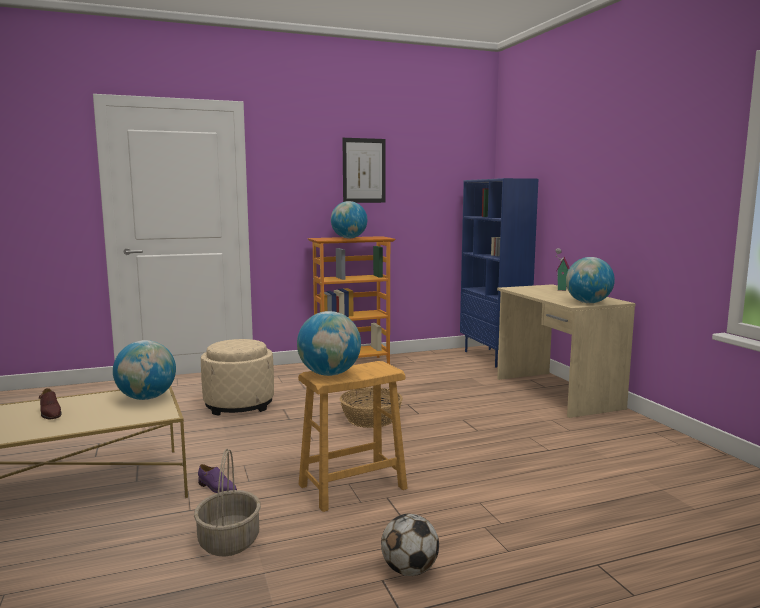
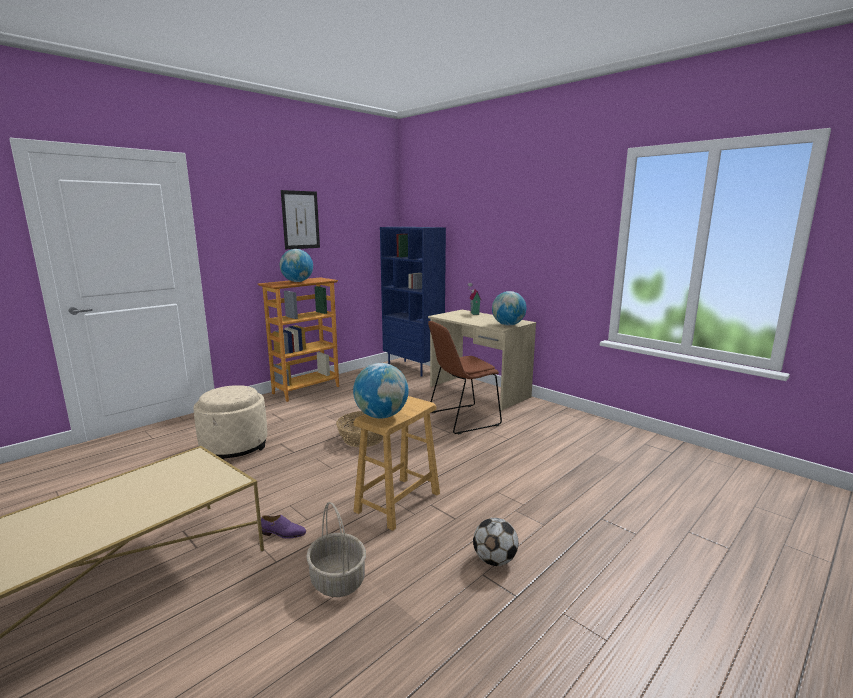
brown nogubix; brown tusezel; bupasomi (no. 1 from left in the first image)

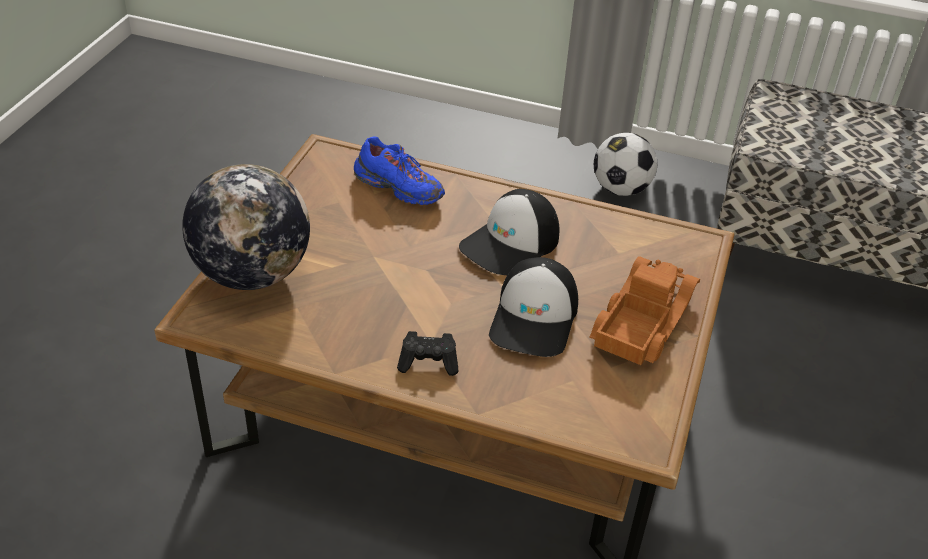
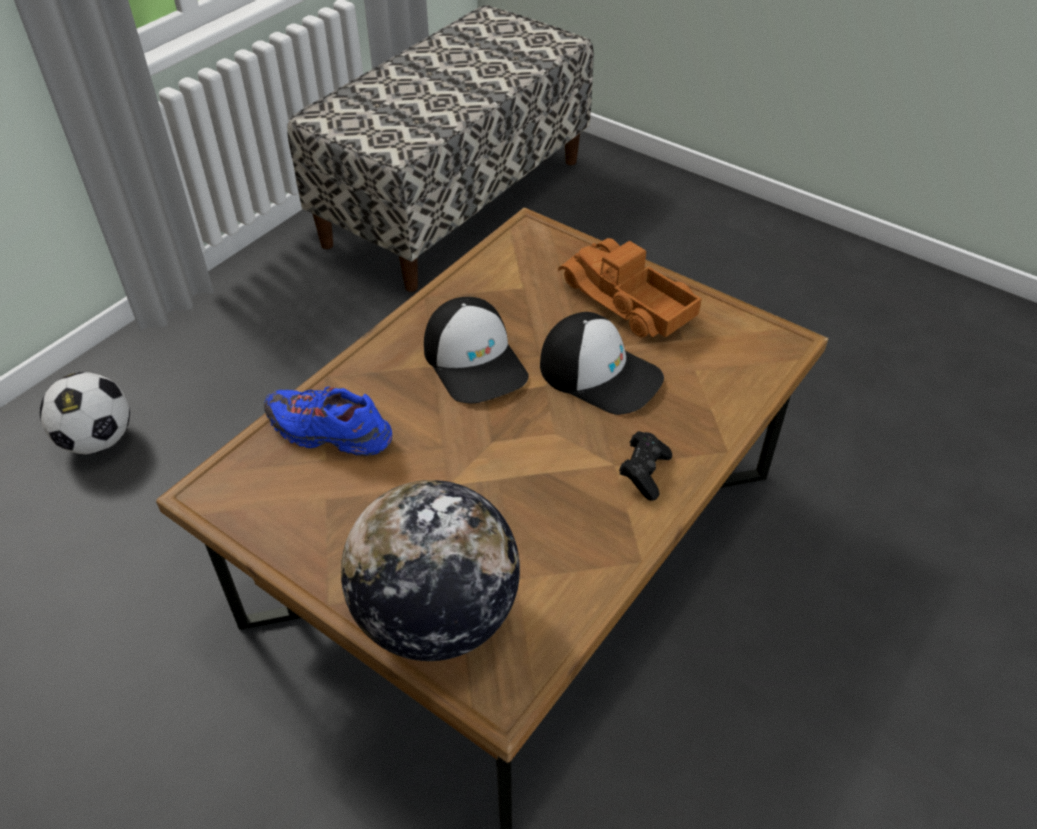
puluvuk; blue tusezel

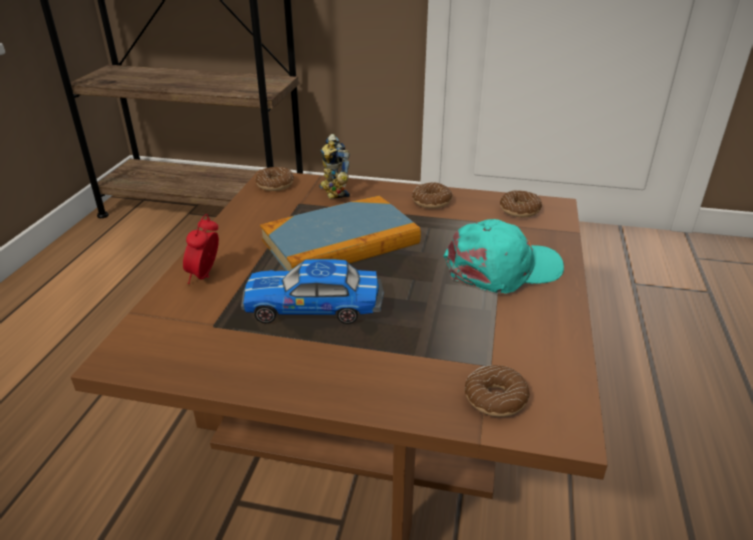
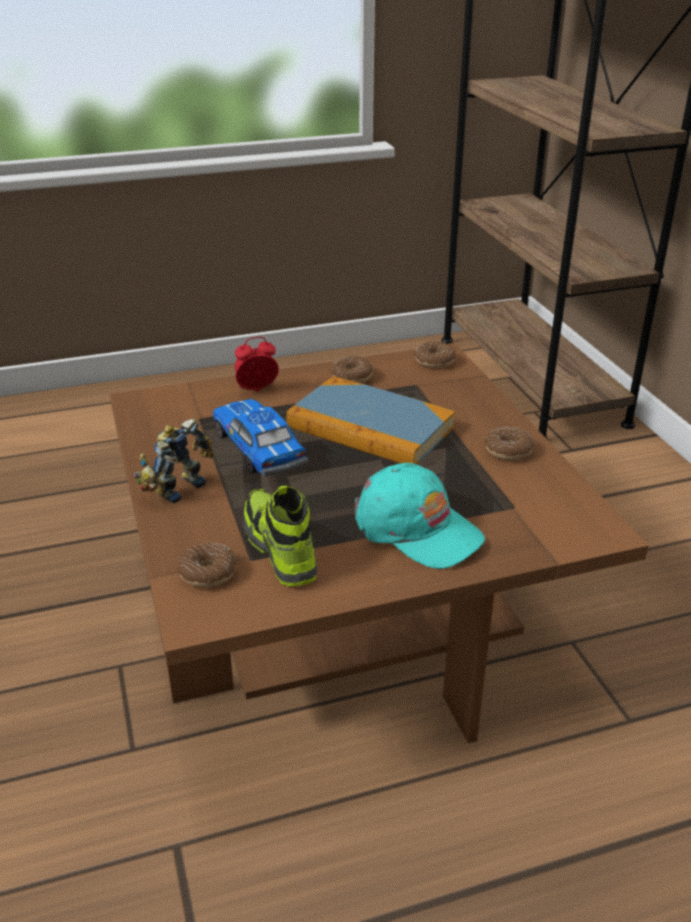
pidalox; tusezel; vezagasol (no. 2 from left)

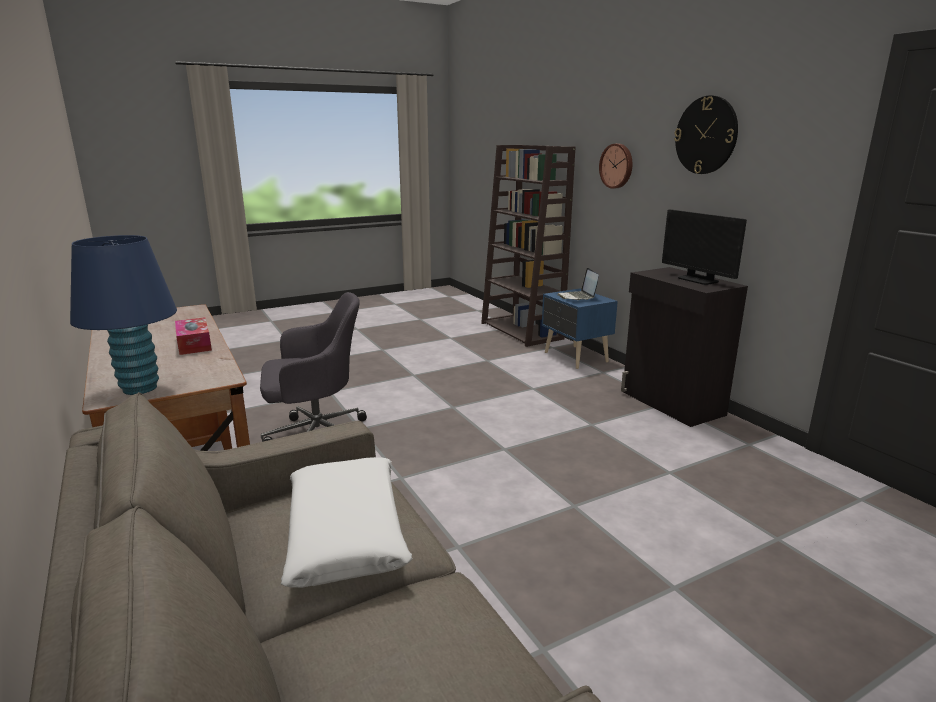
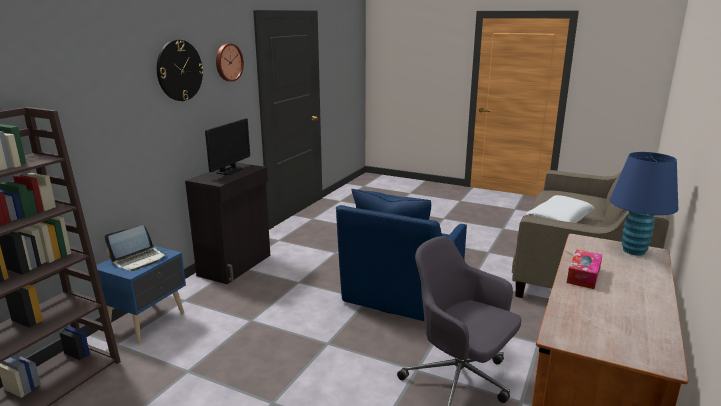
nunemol (no. 2 from left); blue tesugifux

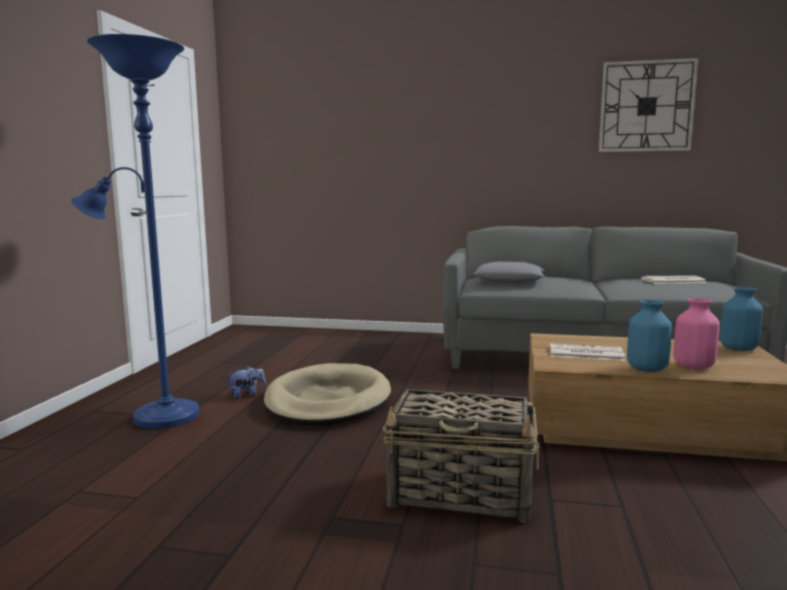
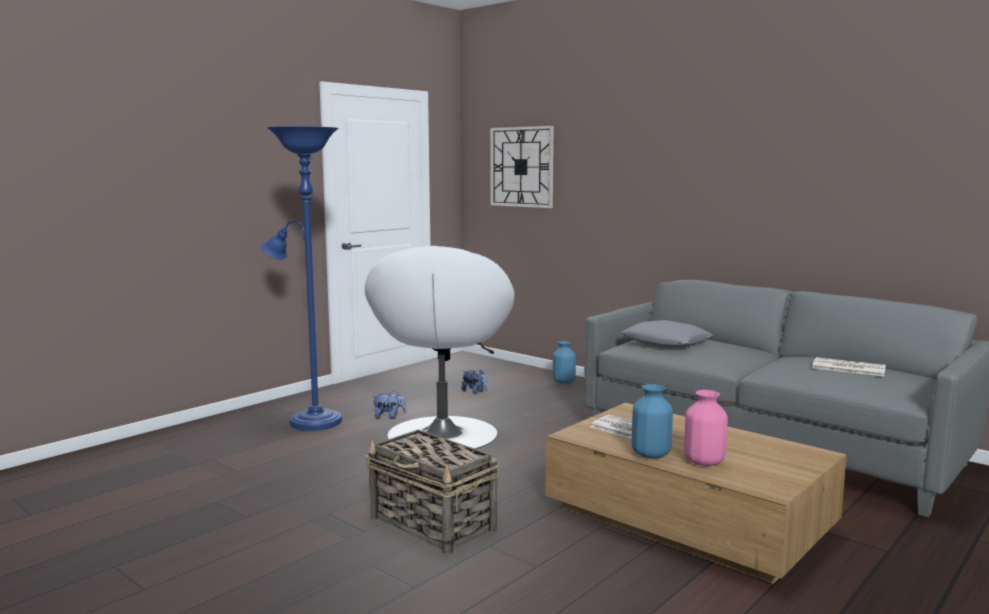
white tesugifux; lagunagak (no. 2 from left); nunemol; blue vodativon (no. 1 from left)

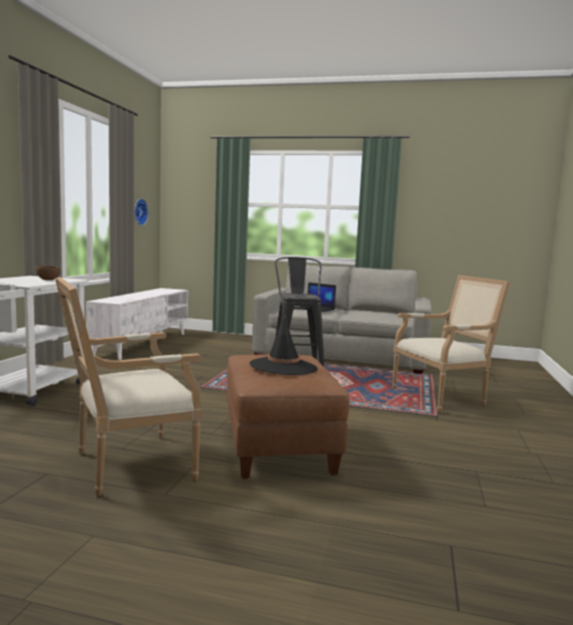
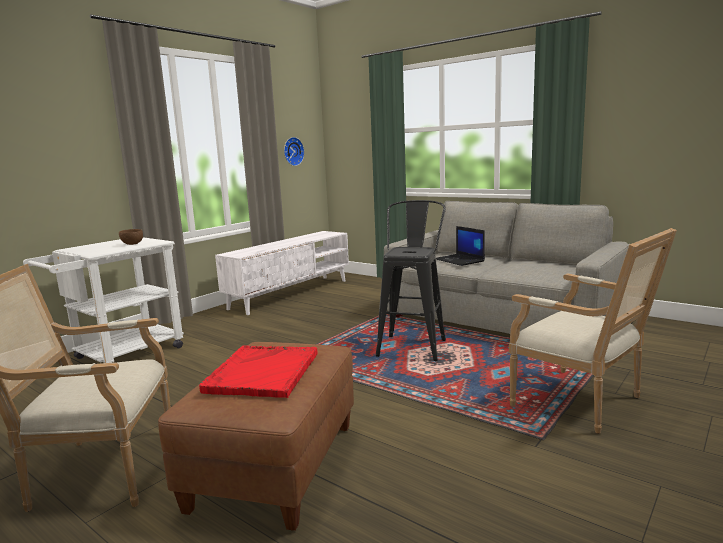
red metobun; tesugifux (no. 2 from left)

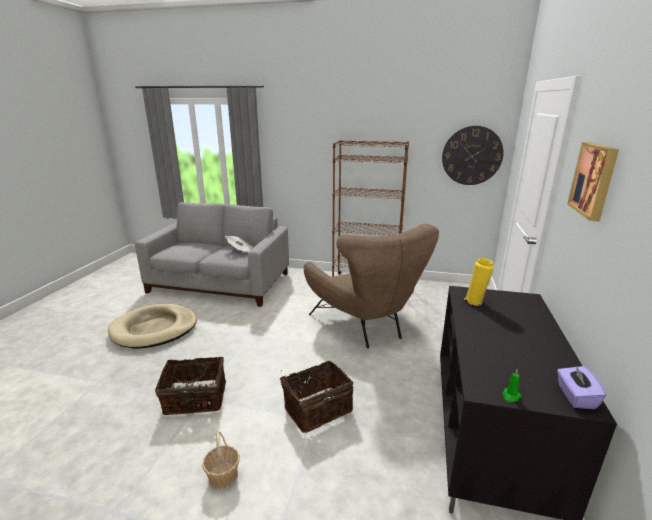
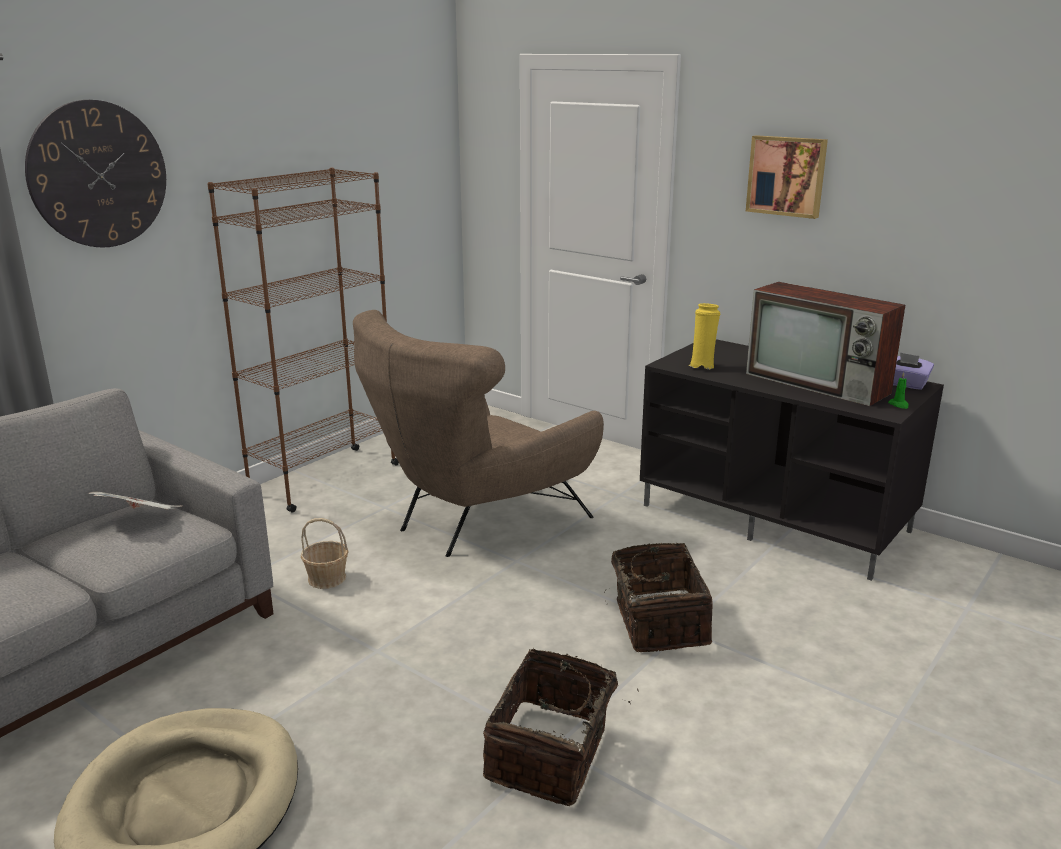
nunemol; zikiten (no. 1 from left); brown tesugifux; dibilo

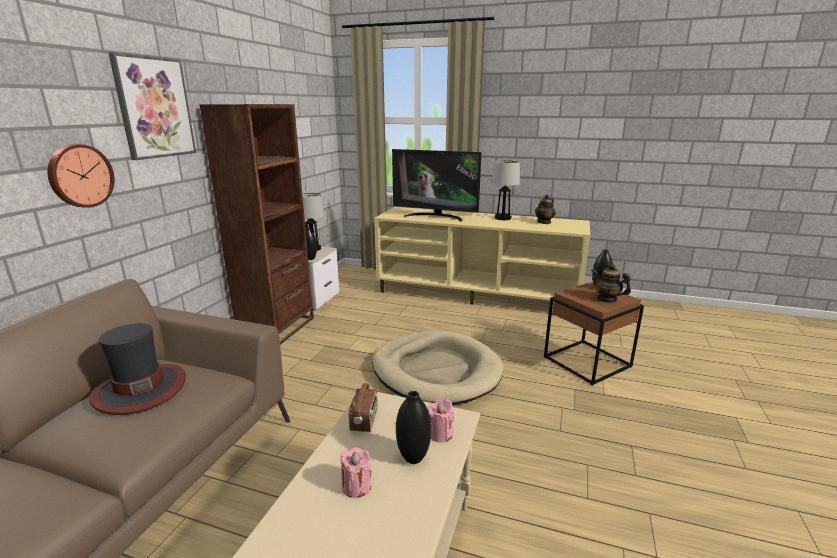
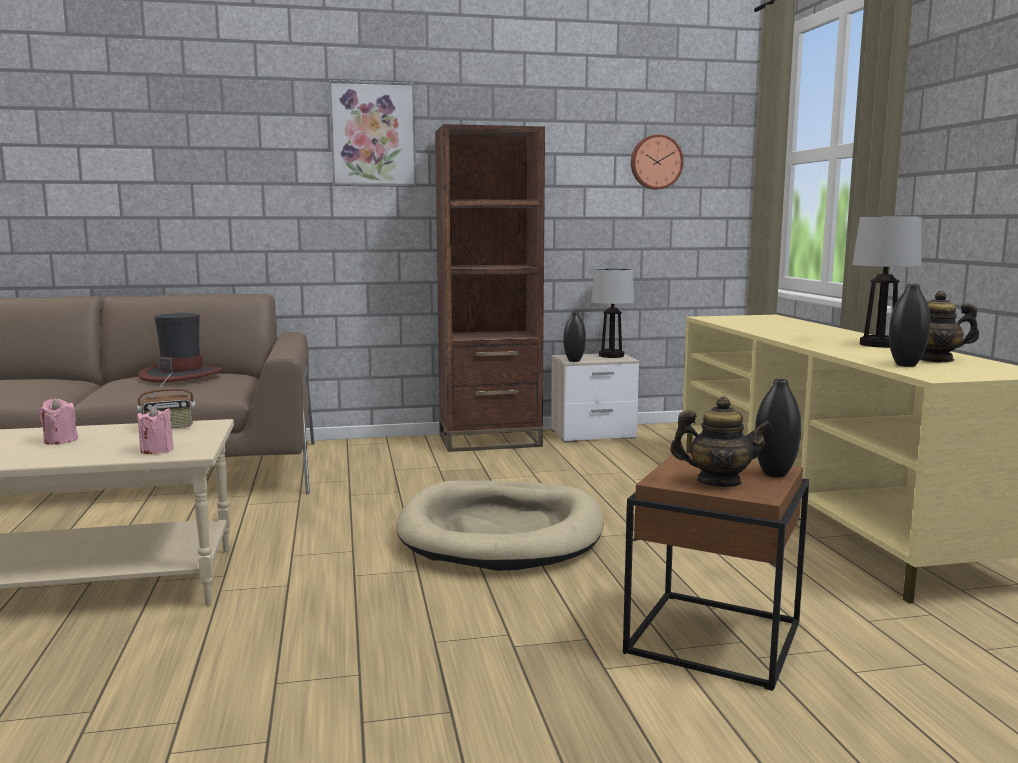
nunemol; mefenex (no. 1 from left); black vodativon (no. 3 from left); dibilo

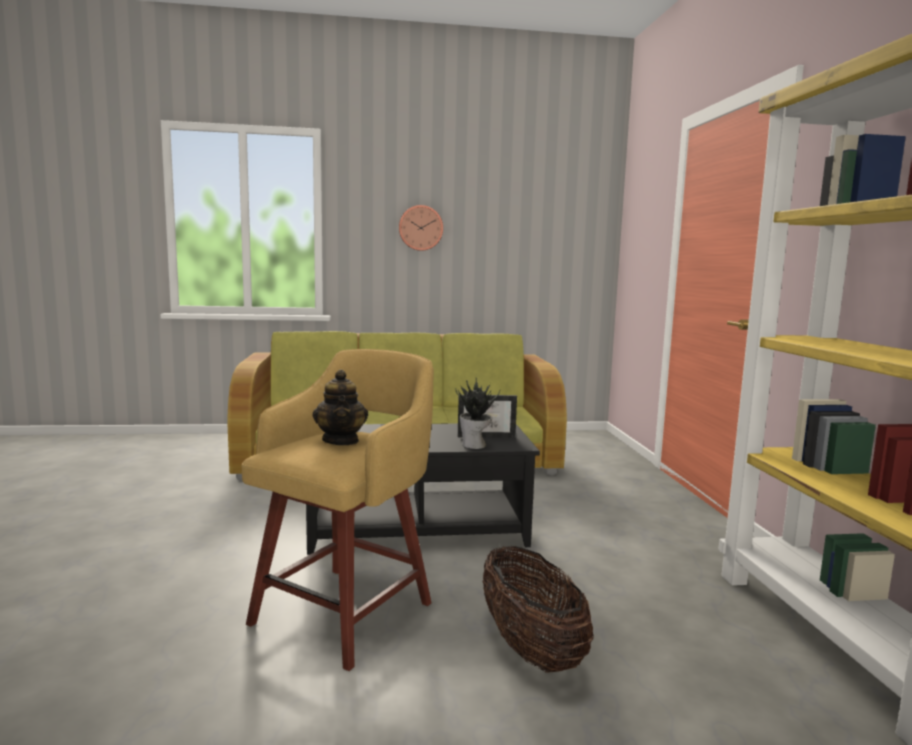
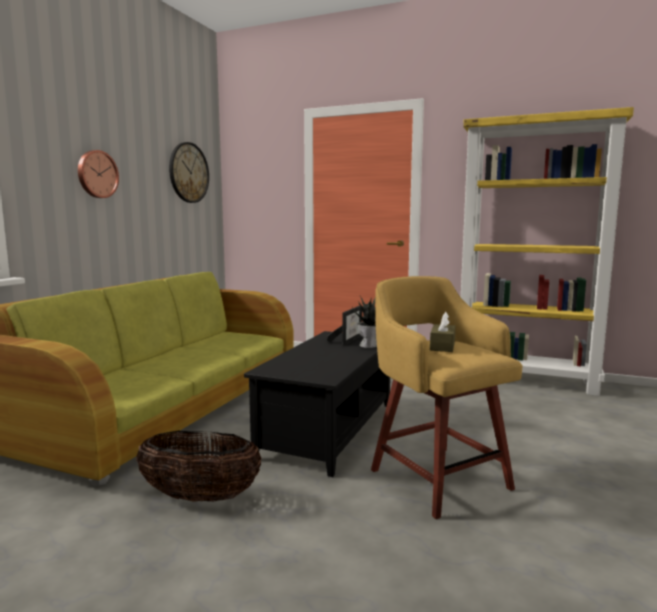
zikiten; nunemol (no. 2 from left); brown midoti

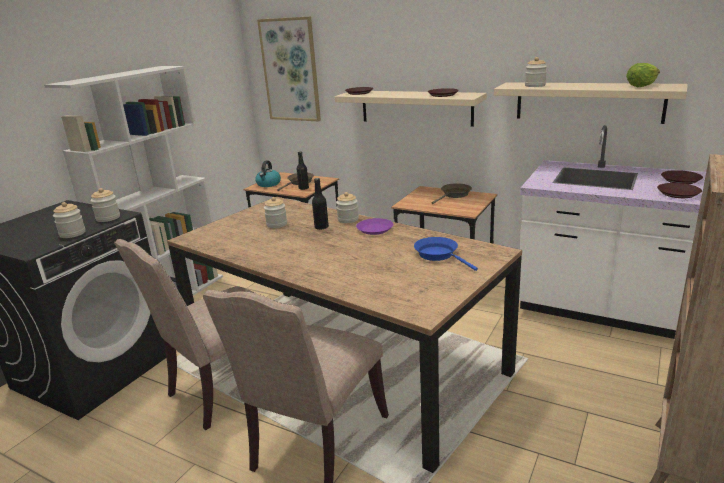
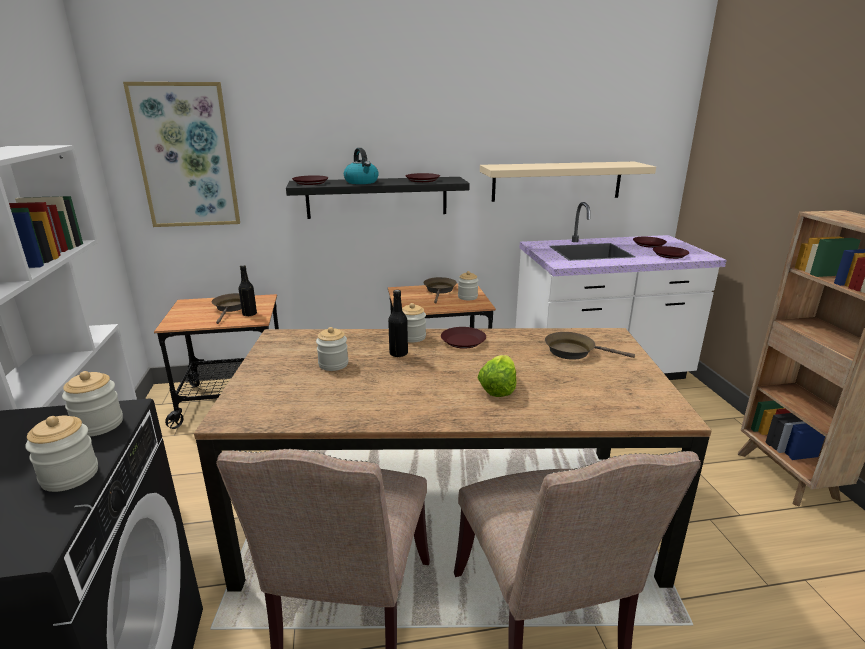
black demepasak; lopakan; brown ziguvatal (no. 3 from left); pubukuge (no. 5 from left); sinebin; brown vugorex (no. 3 from left)

